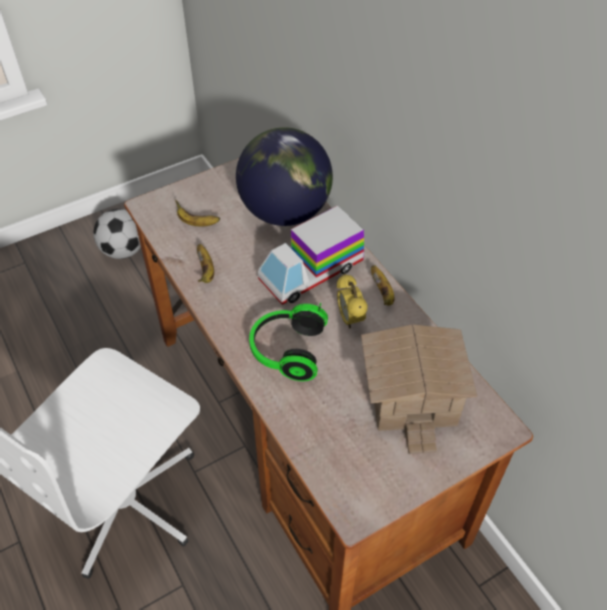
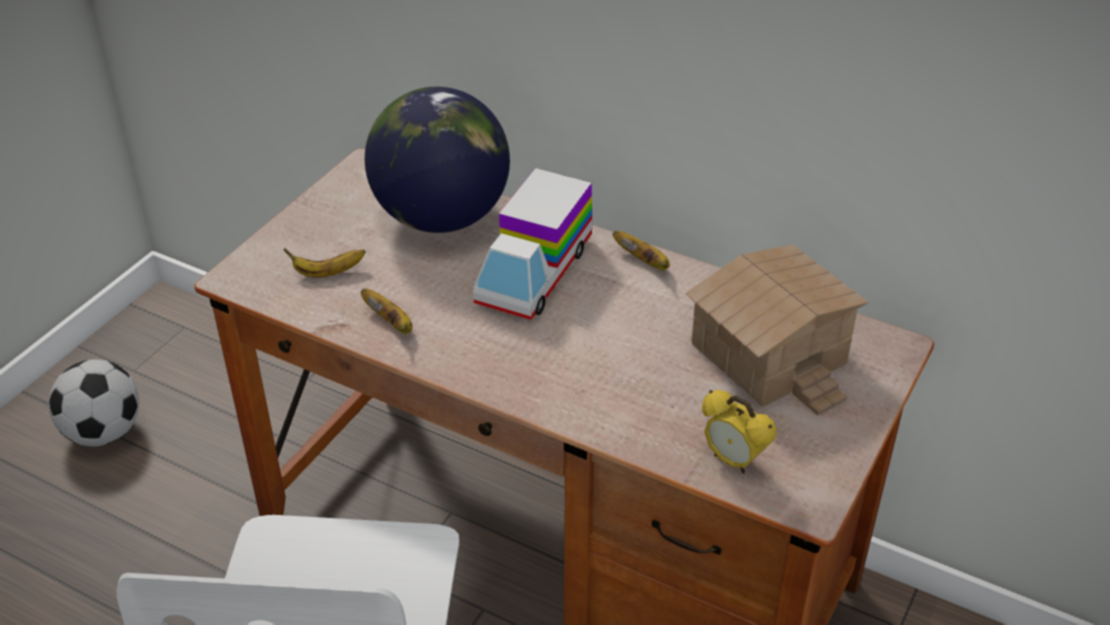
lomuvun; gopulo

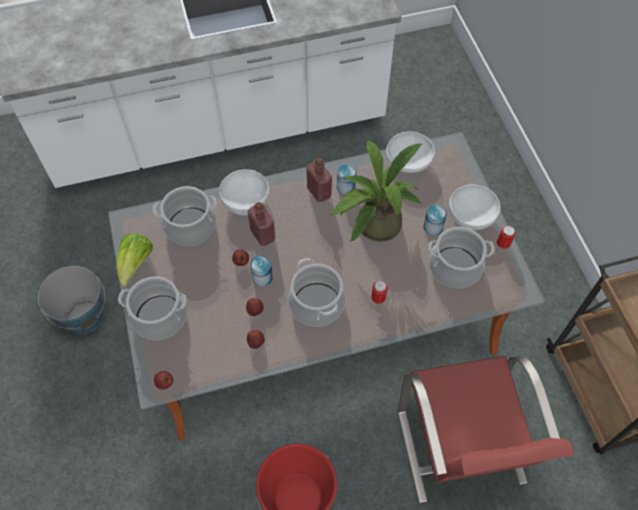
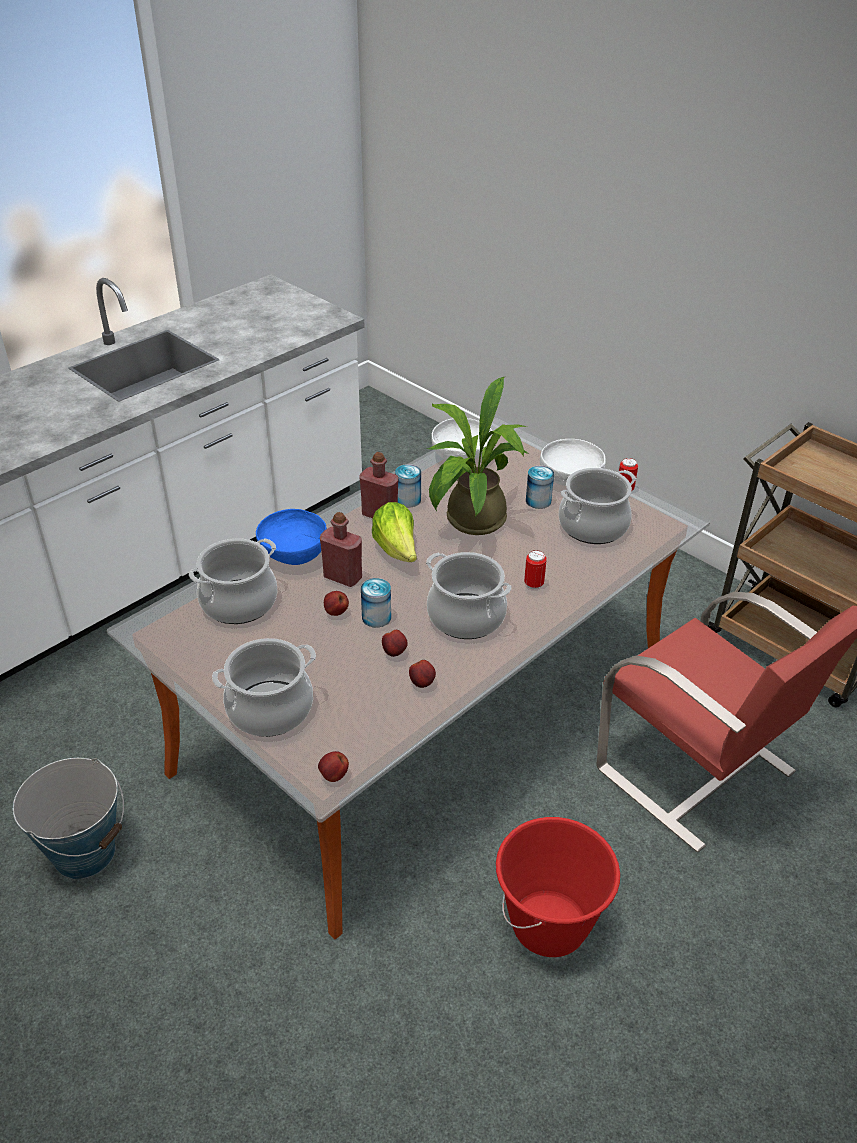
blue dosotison; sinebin

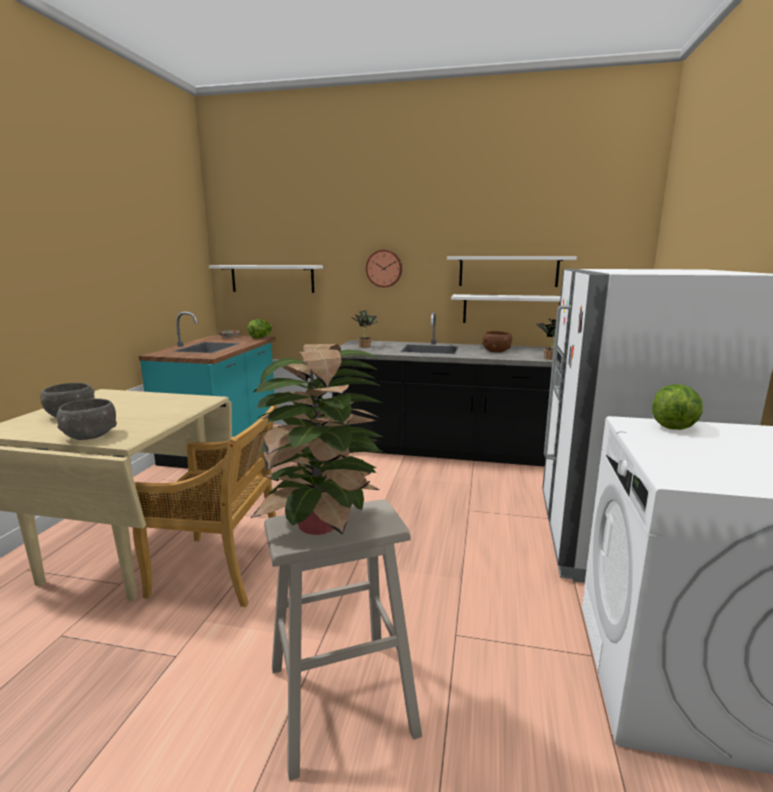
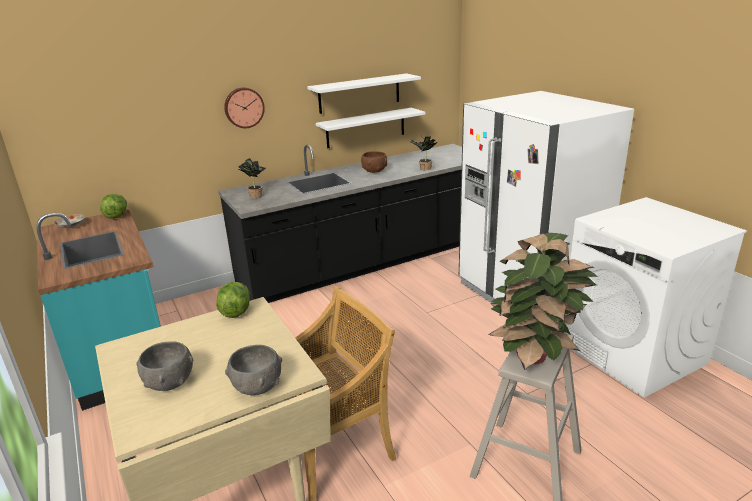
sinebin (no. 2 from left); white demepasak (no. 1 from left in the first image)

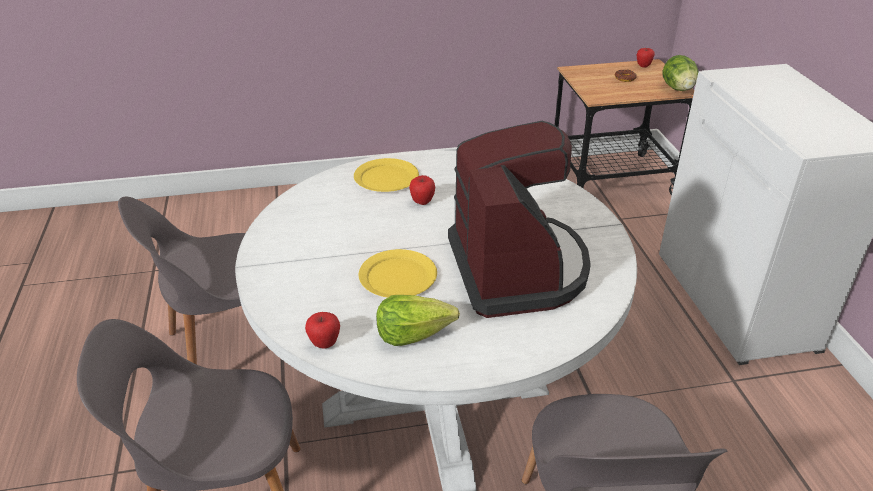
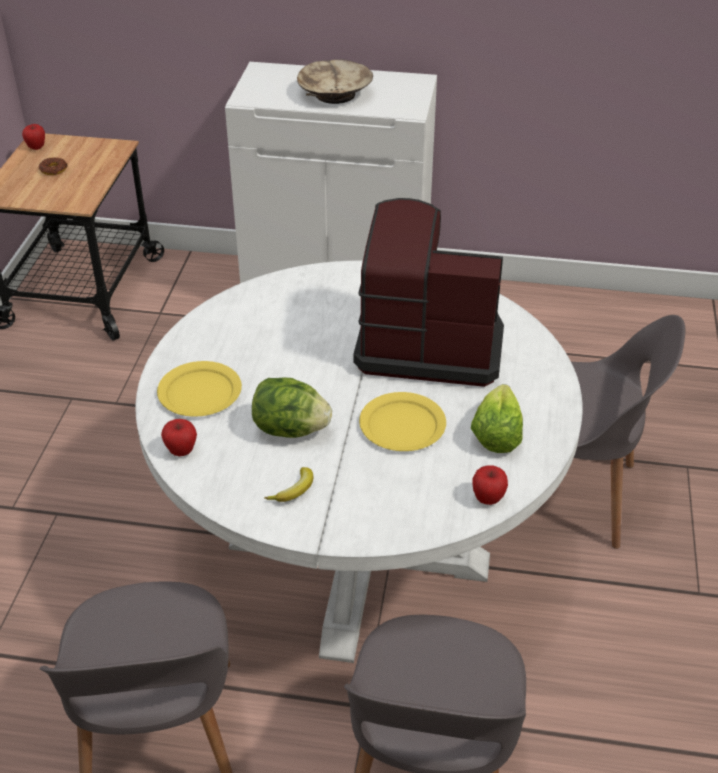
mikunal (no. 2 from left); sinebin (no. 1 from left); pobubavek; beige dosotison

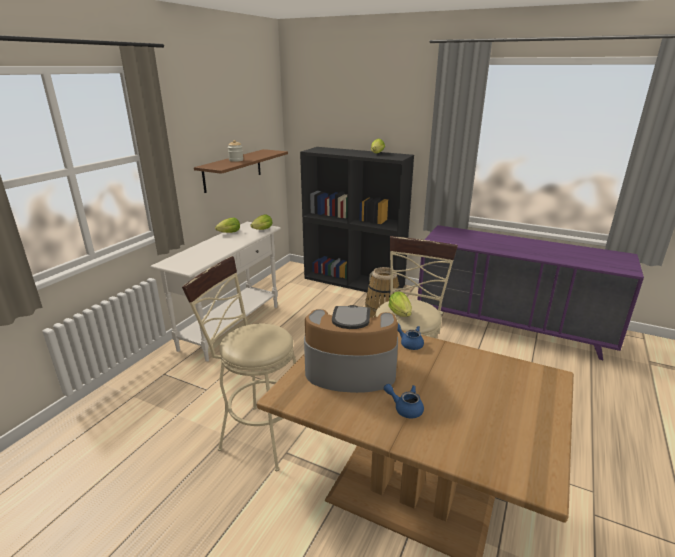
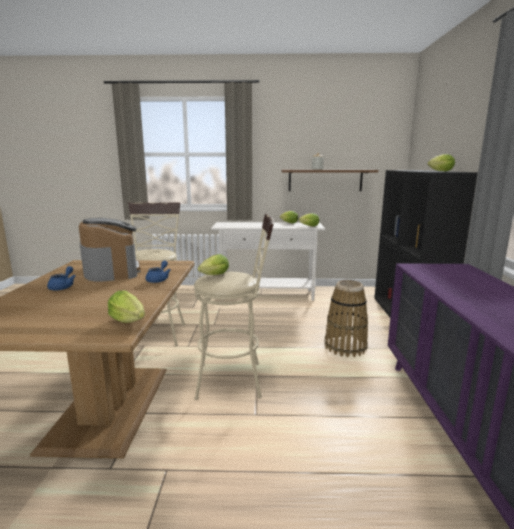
sinebin (no. 1 from left)

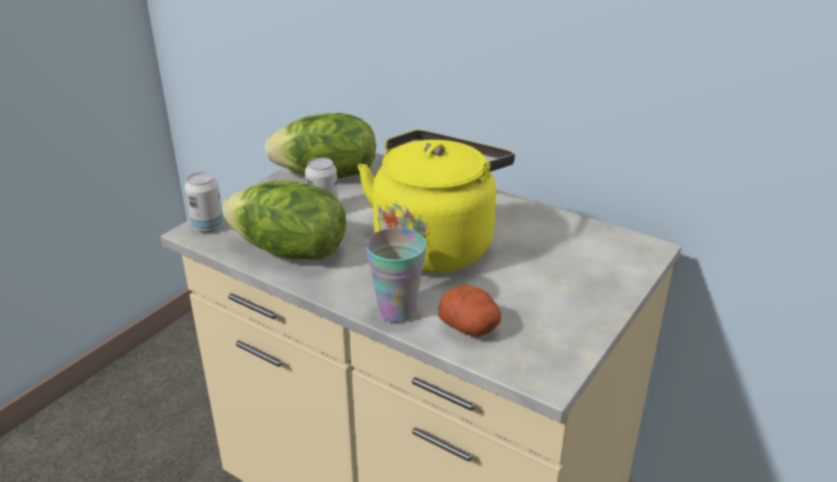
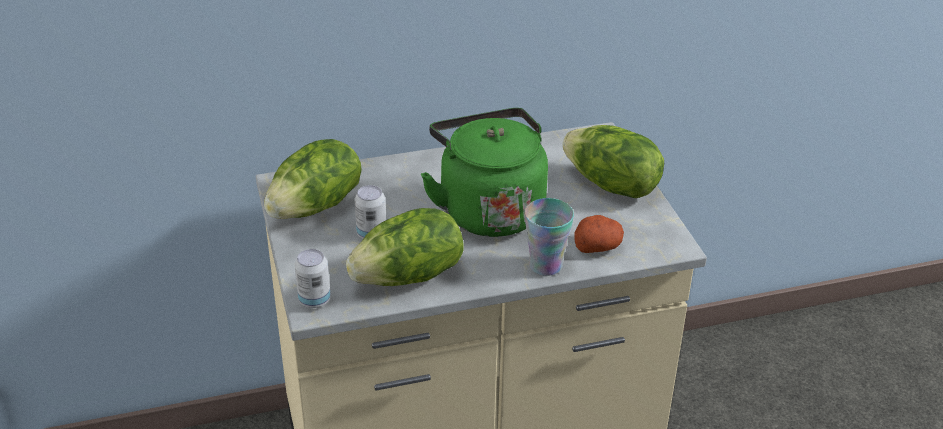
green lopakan; sinebin (no. 3 from left)

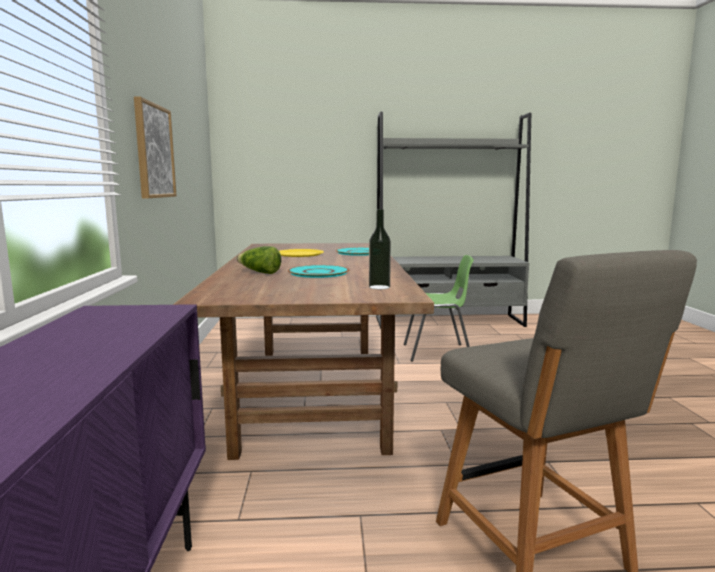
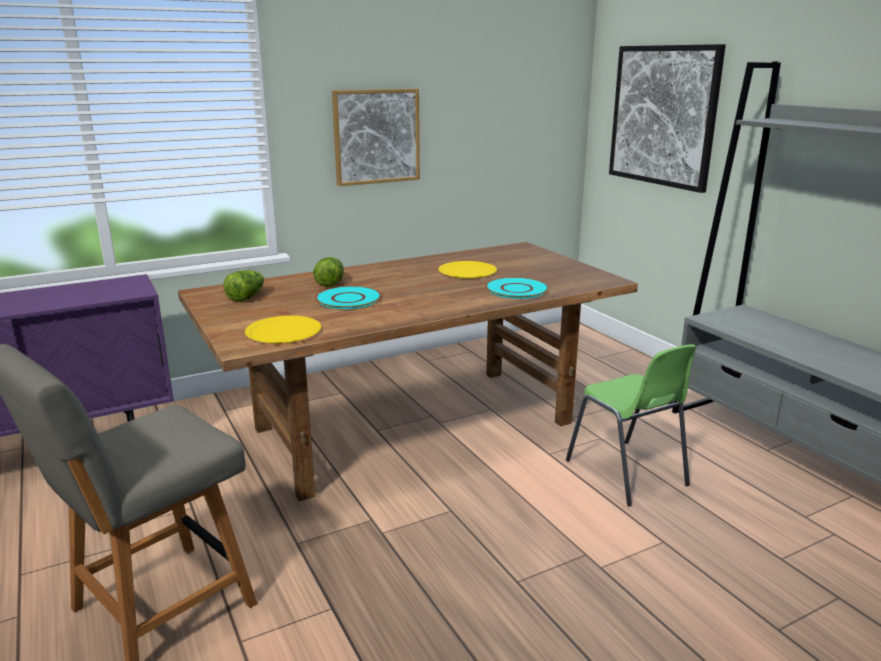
sinebin (no. 1 from left); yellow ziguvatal (no. 1 from left); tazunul (no. 2 from left)

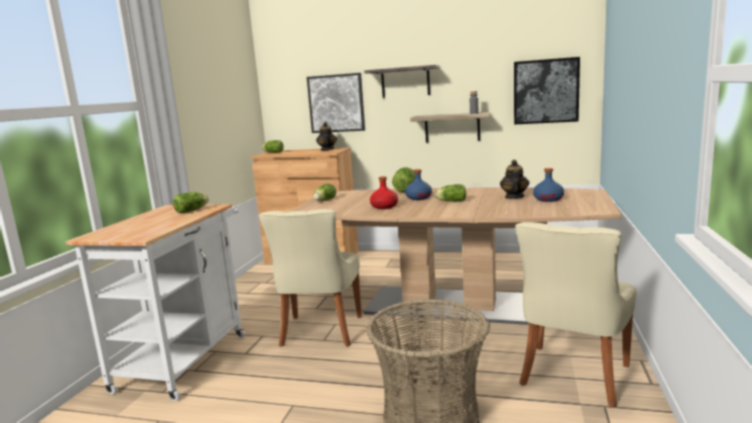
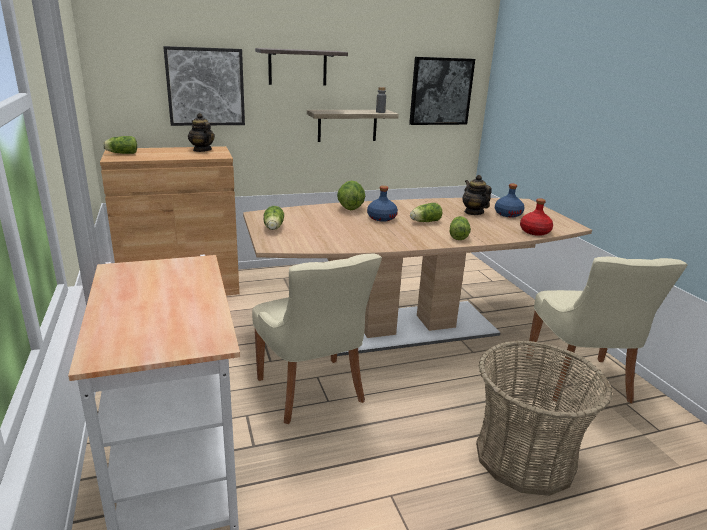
sinebin (no. 5 from left); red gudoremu

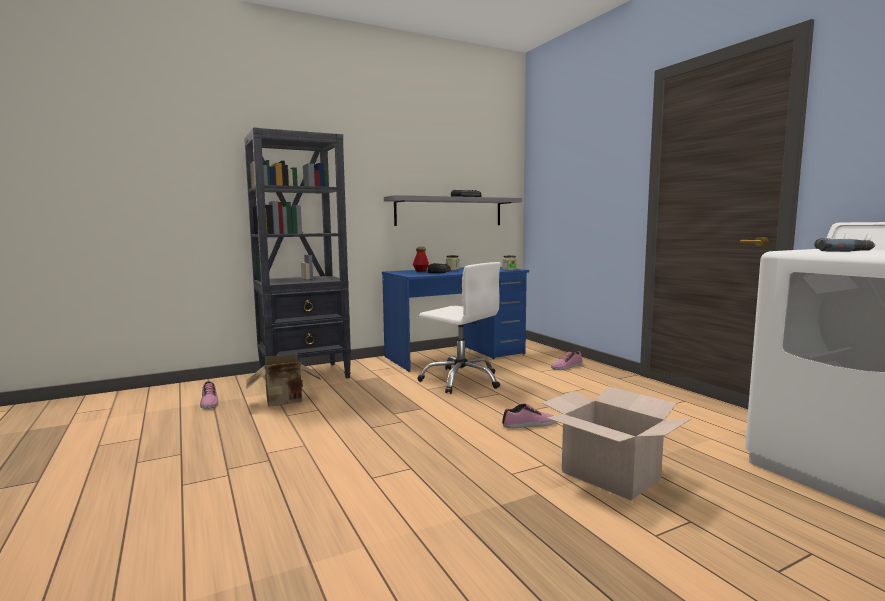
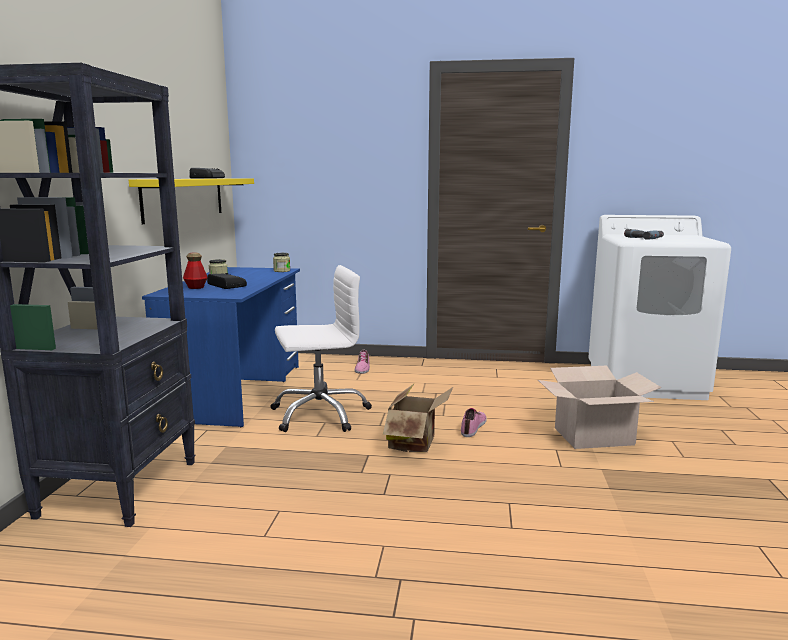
yellow demepasak; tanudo (no. 1 from left); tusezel (no. 1 from left in the first image)

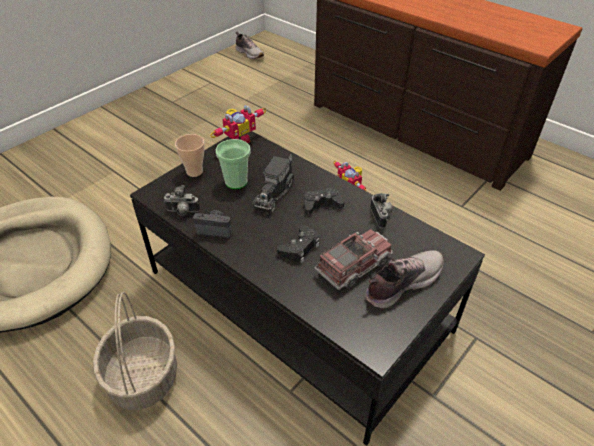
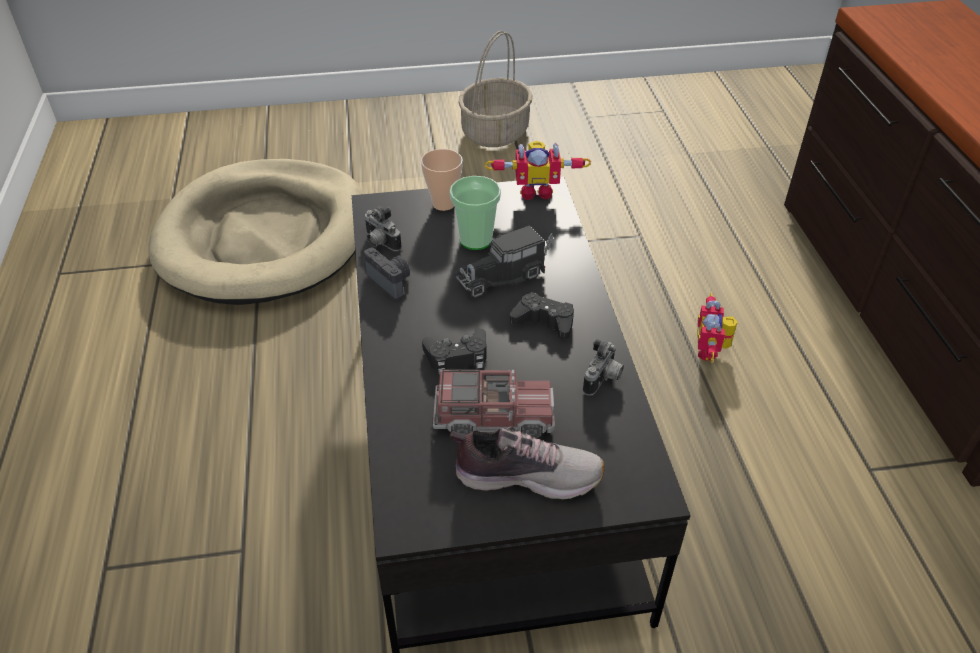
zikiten; tusezel (no. 1 from left in the first image)

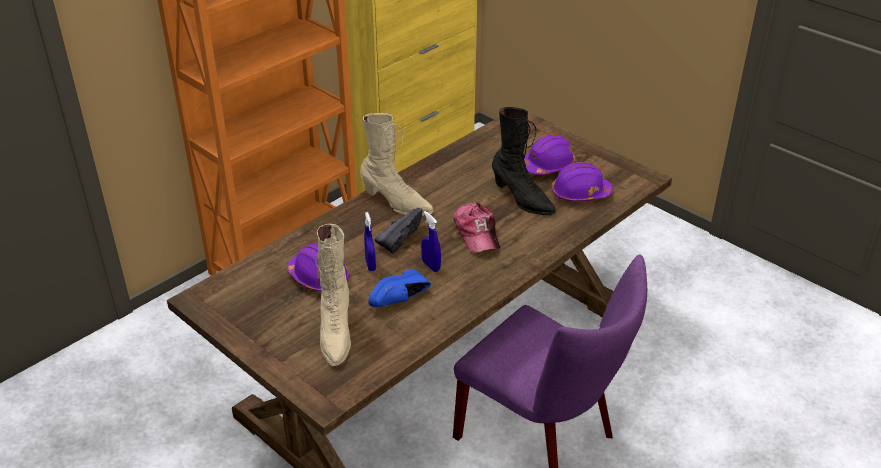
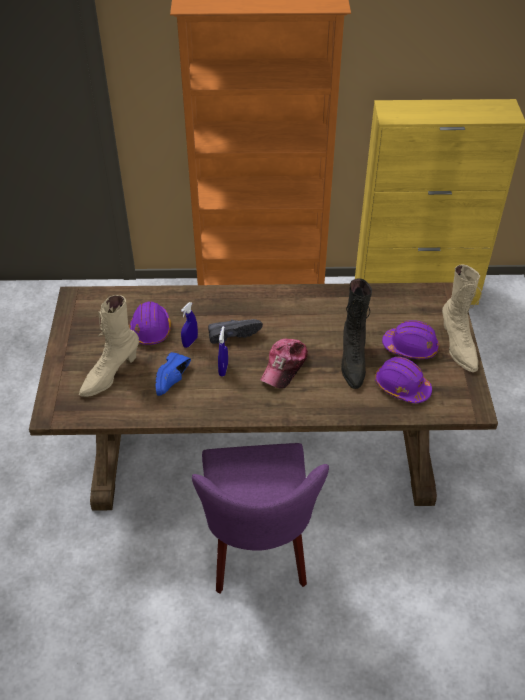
blue tusezel; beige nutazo (no. 2 from left)

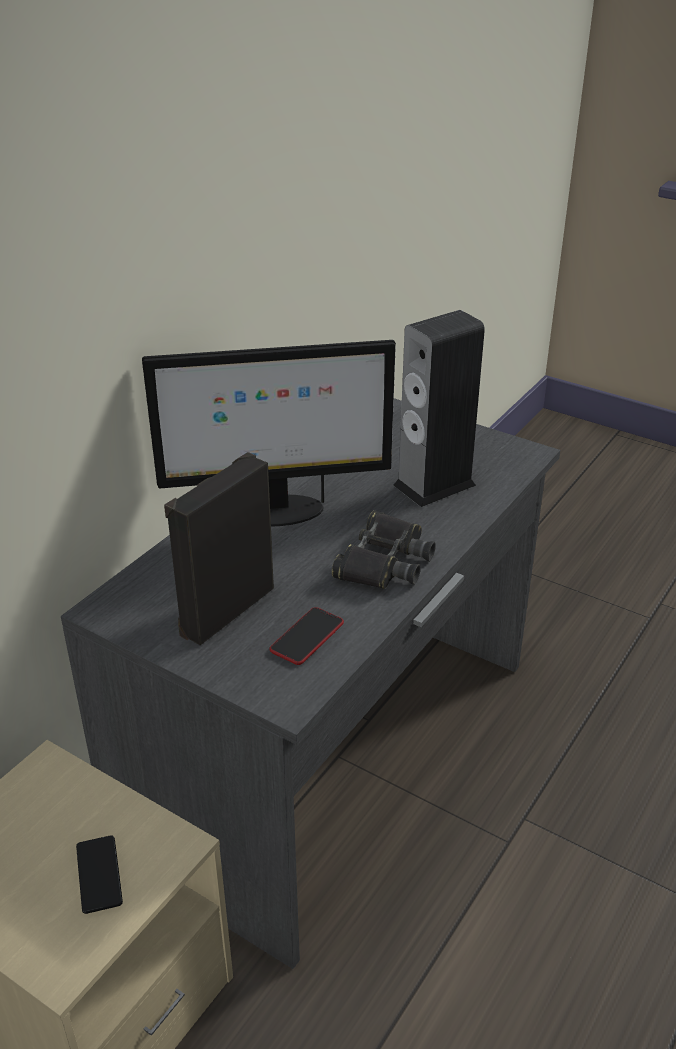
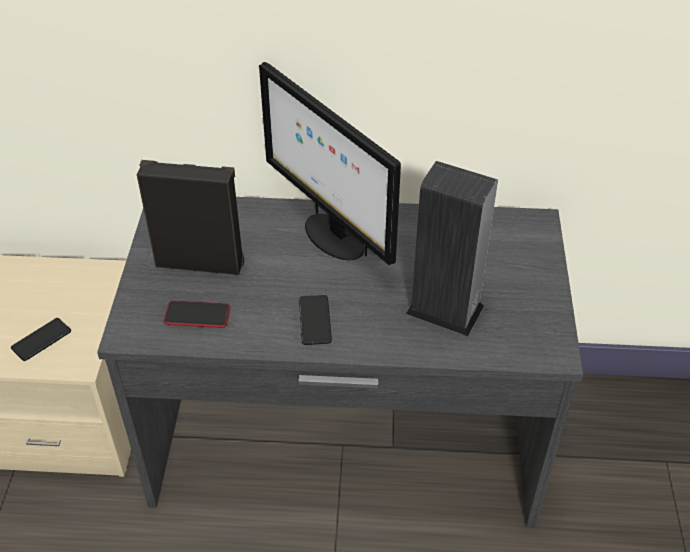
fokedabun (no. 3 from left)

